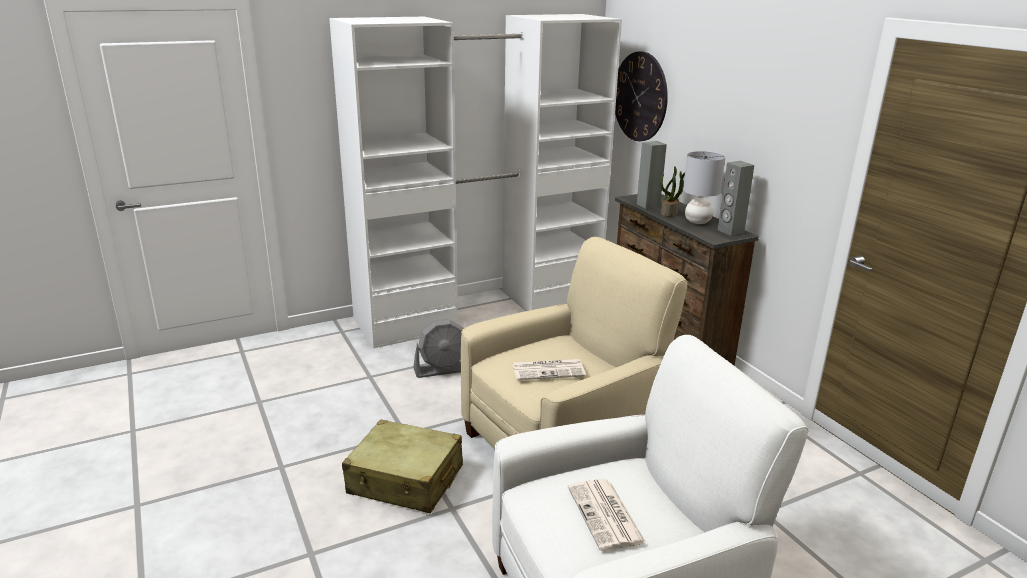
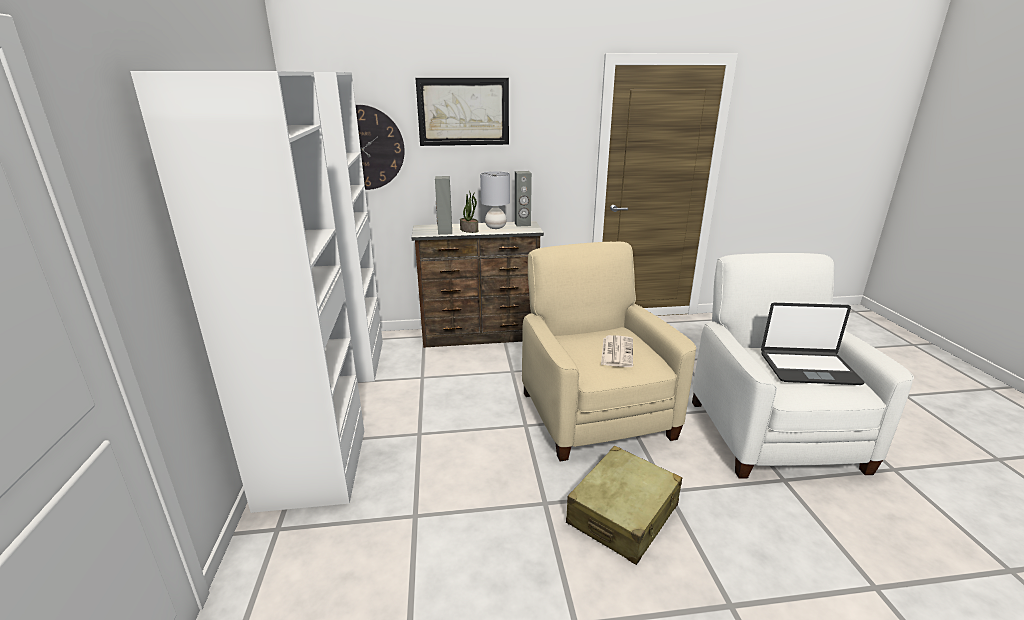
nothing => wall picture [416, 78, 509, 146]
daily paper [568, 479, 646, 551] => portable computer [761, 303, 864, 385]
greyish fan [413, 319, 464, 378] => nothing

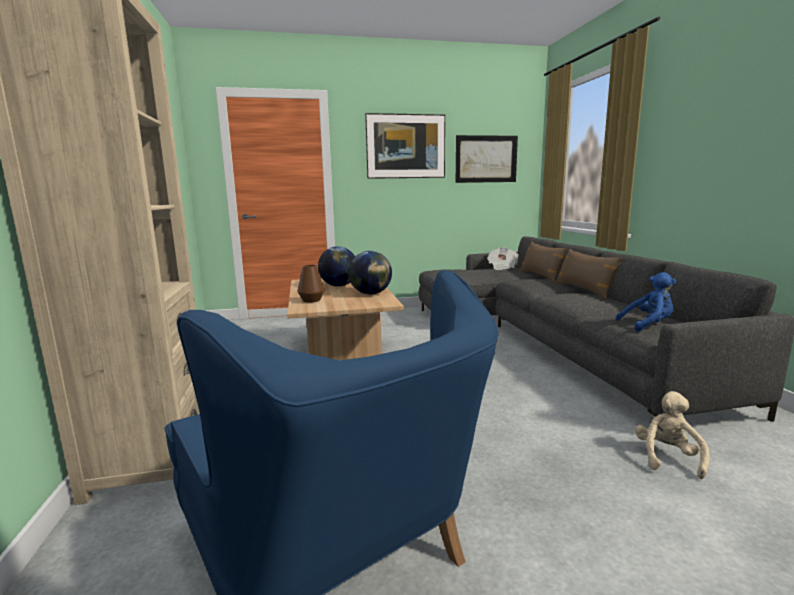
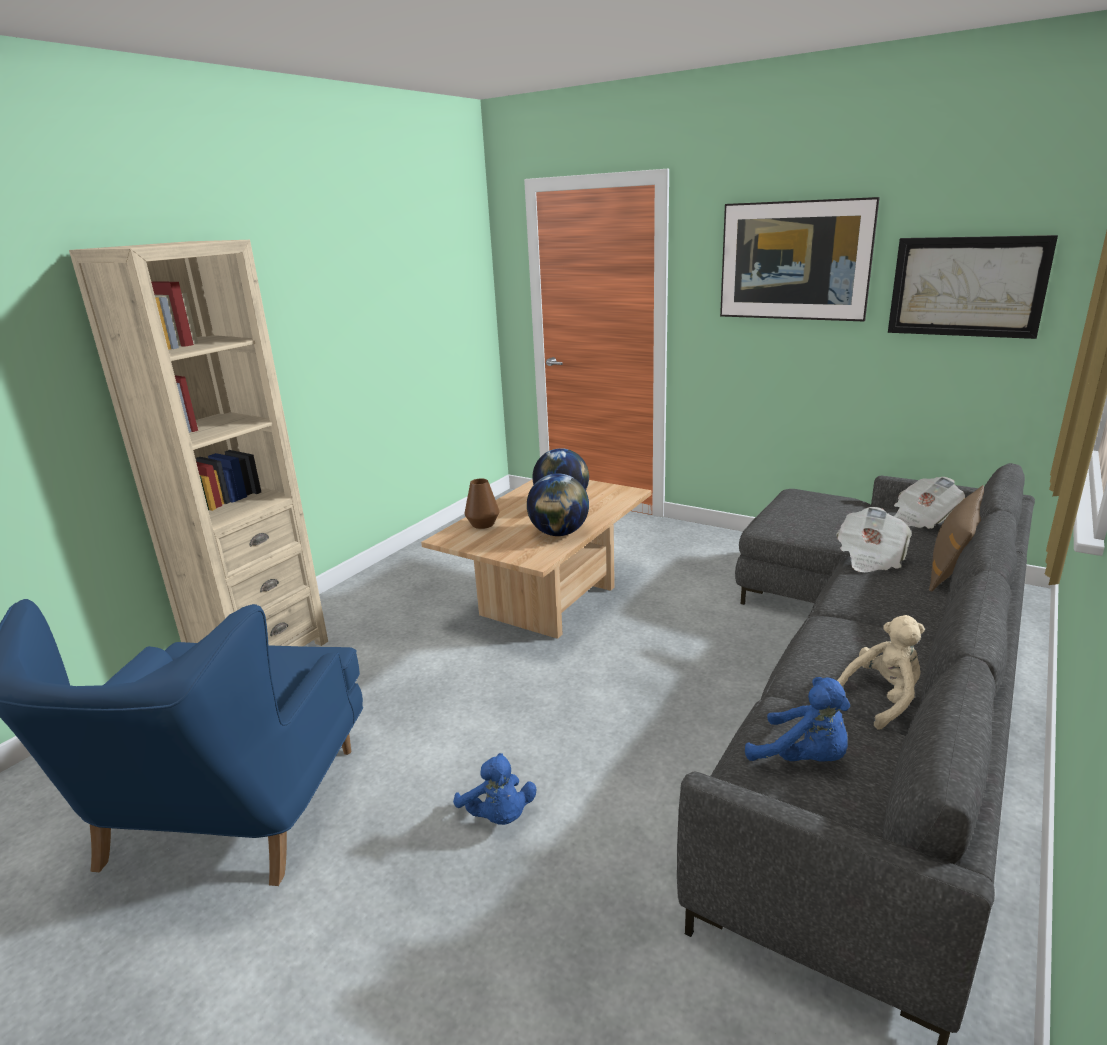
nothing => blue-coloured plush toy [453, 753, 537, 825]
nothing => daily paper [837, 507, 912, 572]
sand-coloured plush toy [635, 391, 710, 479] => sand-coloured plush toy [837, 615, 925, 729], shifted
brown pillow [555, 249, 623, 299] => nothing

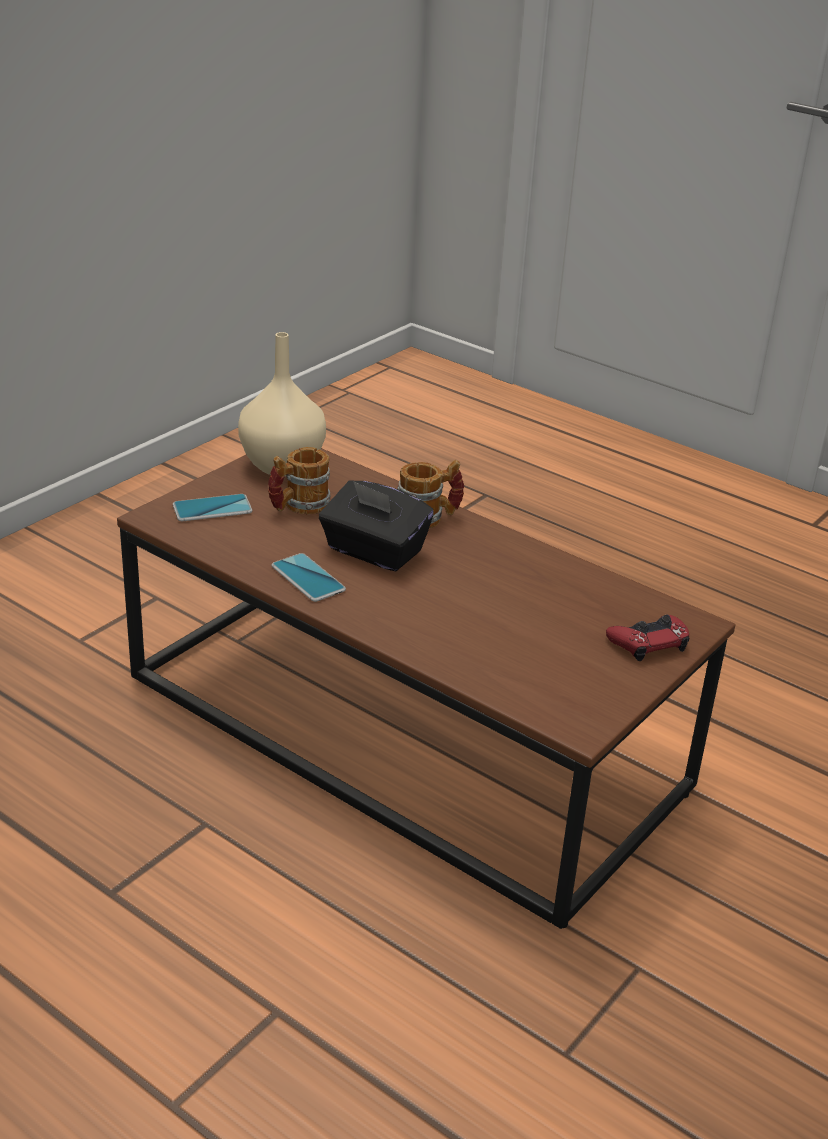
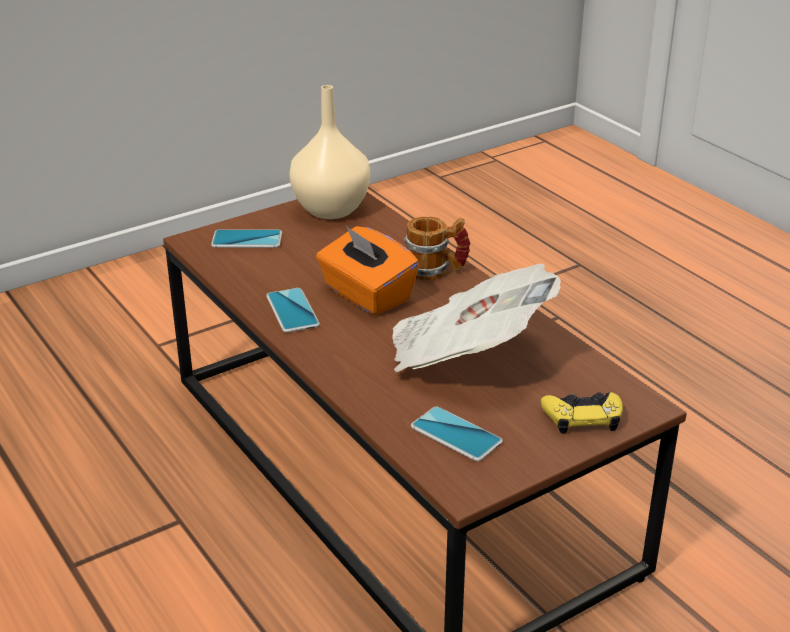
black-coloured tissue box [319, 481, 434, 571] => orange tissue box [316, 226, 419, 315]
nothing => daily paper [392, 264, 561, 372]
nothing => handset [411, 407, 503, 461]
red-coloured joypad [606, 615, 689, 661] => yellow joypad [541, 392, 623, 434]
tea mug [268, 447, 330, 515] => nothing

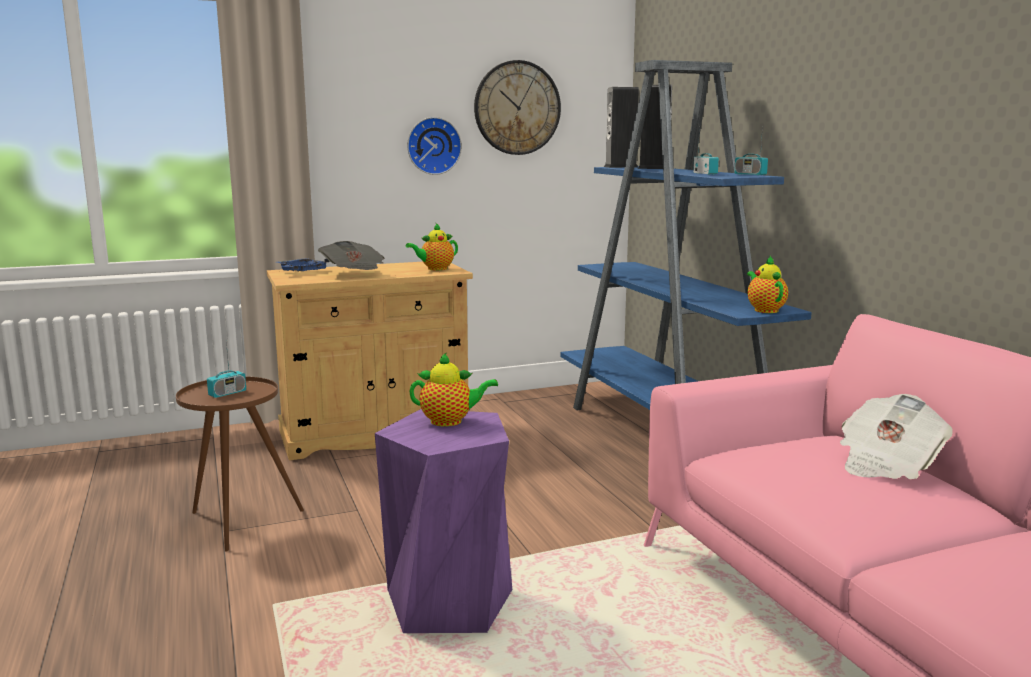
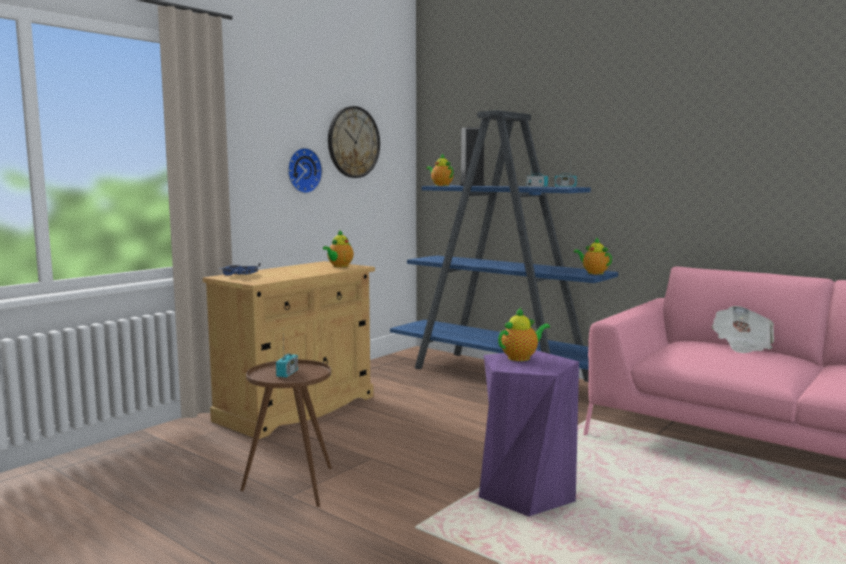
audio speaker [604, 87, 639, 168] => teapot [426, 154, 454, 186]
daily paper [318, 241, 385, 270] => nothing

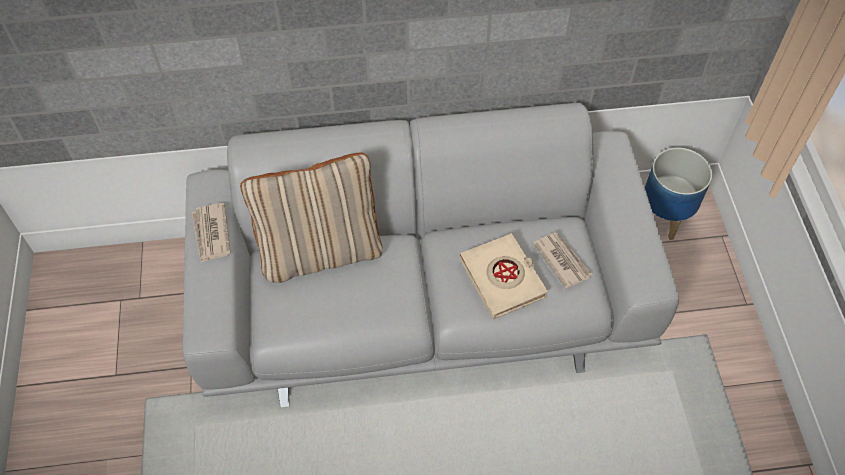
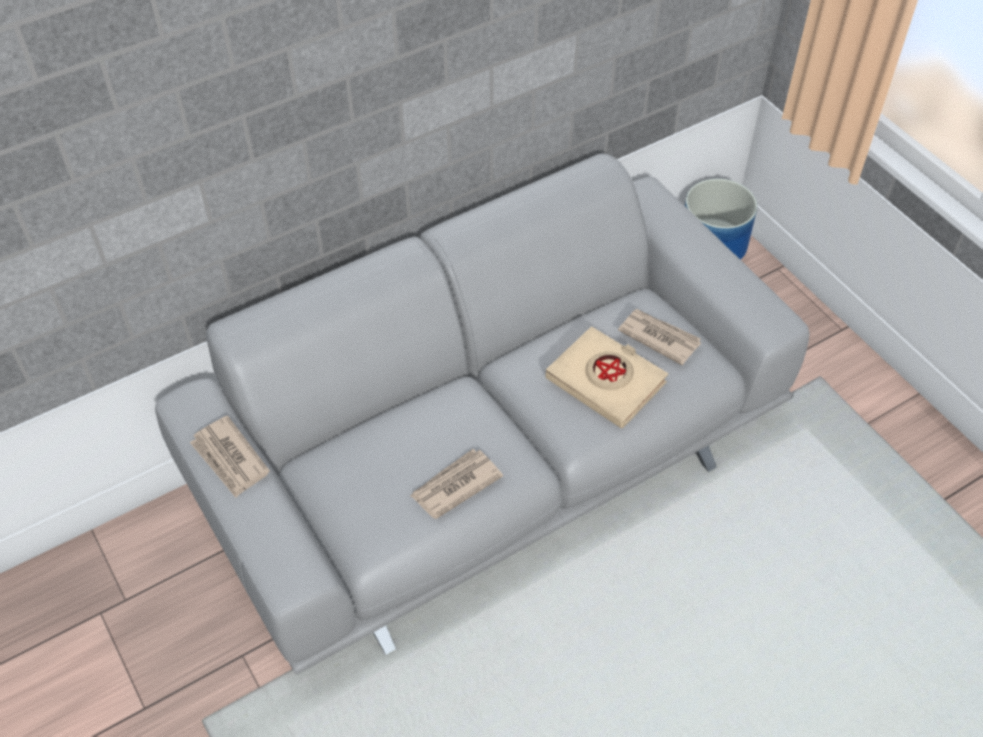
nothing => daily paper [410, 449, 503, 519]
sand-coloured pillow [240, 152, 382, 283] => nothing

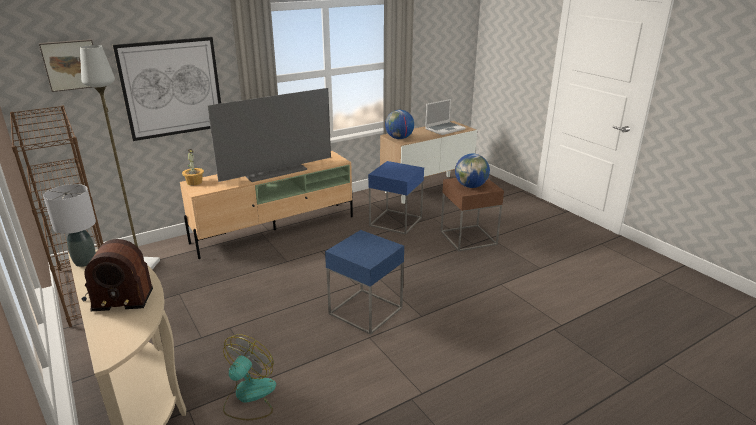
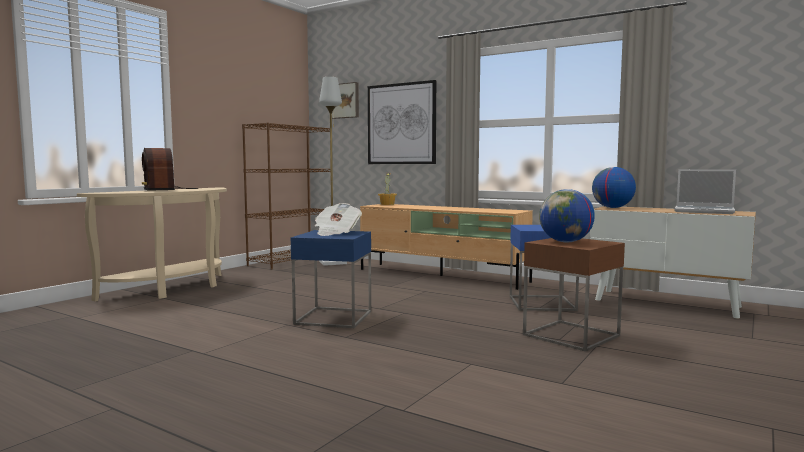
nothing => daily paper [315, 203, 362, 236]
greyish tabletop lamp [43, 184, 96, 267] => nothing
television [207, 88, 331, 182] => nothing
fan [223, 334, 276, 420] => nothing

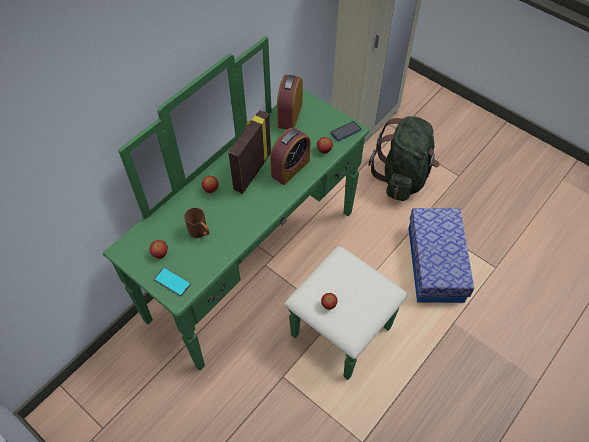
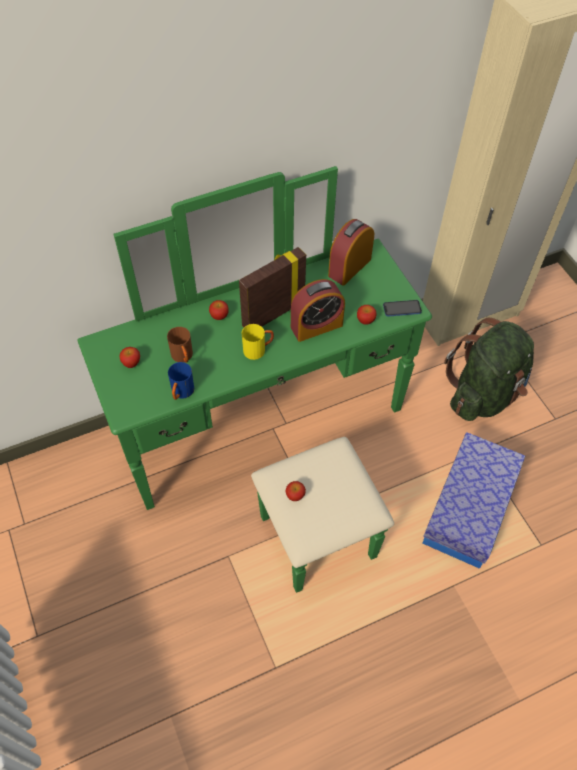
nothing => blue-coloured tea mug [168, 362, 194, 400]
nothing => yellow tea mug [242, 324, 274, 360]
handset [154, 267, 191, 296] => nothing

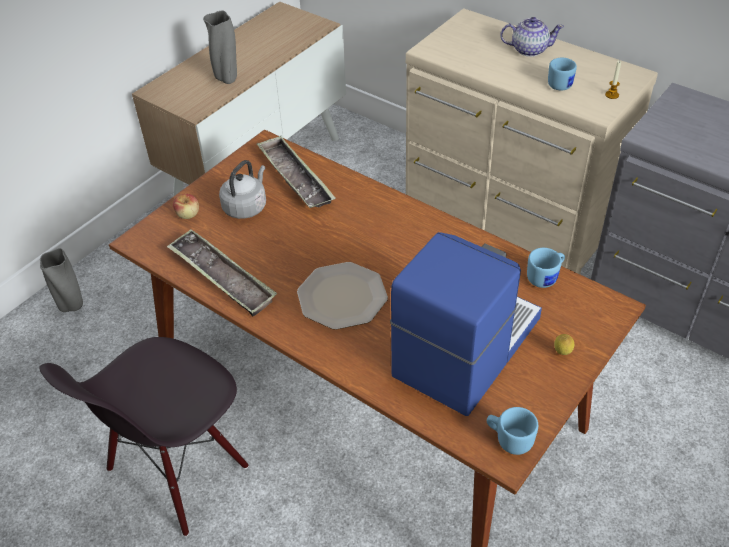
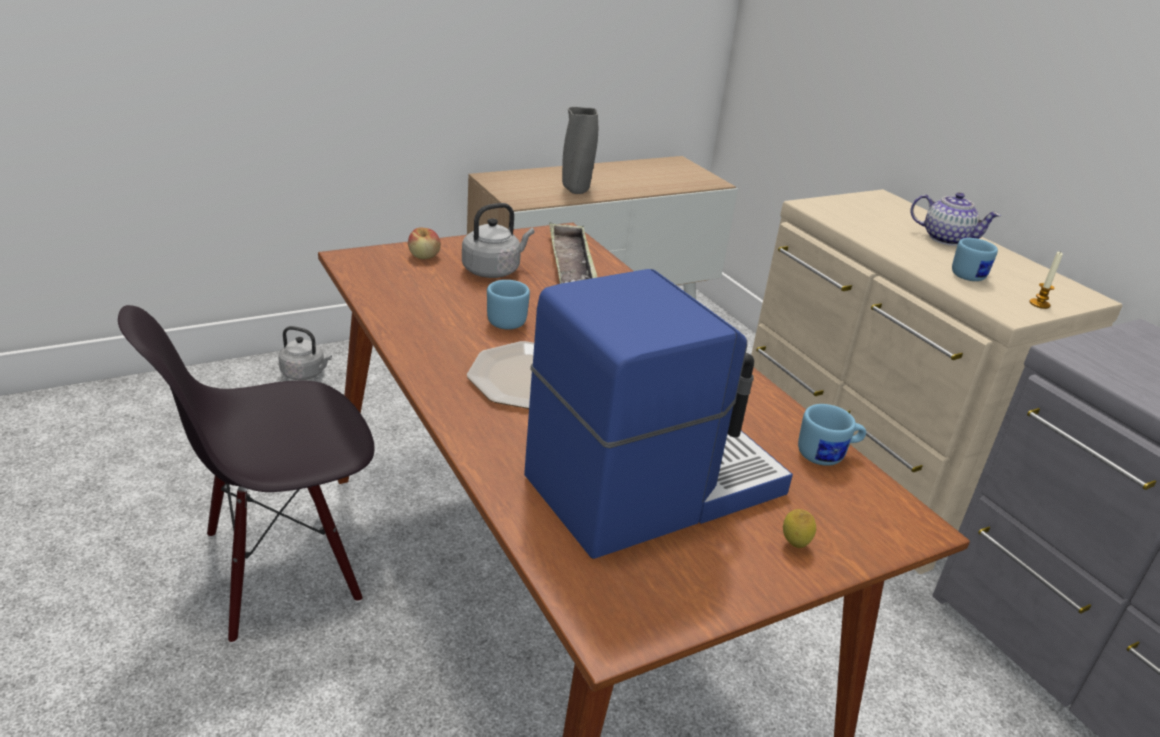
greyish flower vase [40, 248, 83, 312] => greyish kettle [279, 326, 332, 380]
blue-coloured tea mug [487, 407, 538, 455] => blue-coloured tea mug [487, 280, 530, 330], shifted
tray [167, 229, 277, 316] => nothing

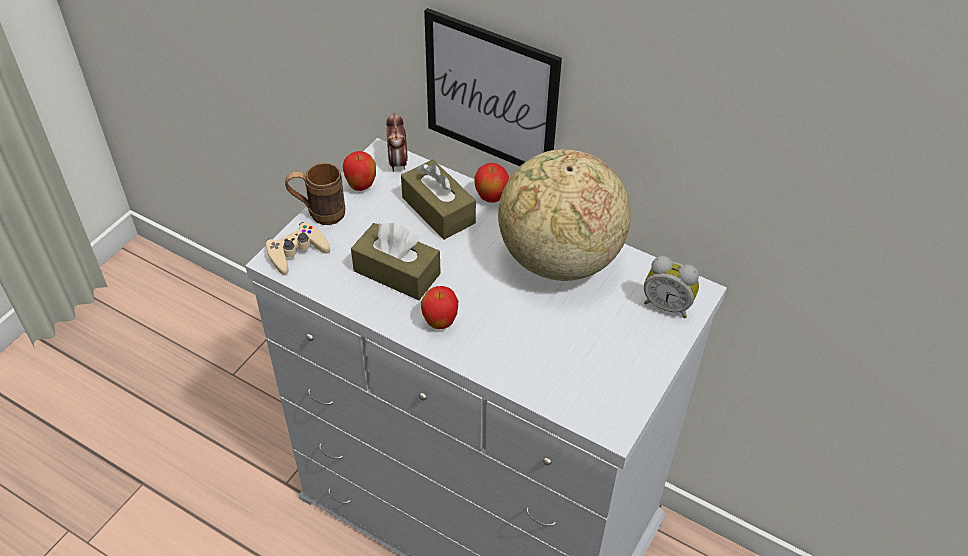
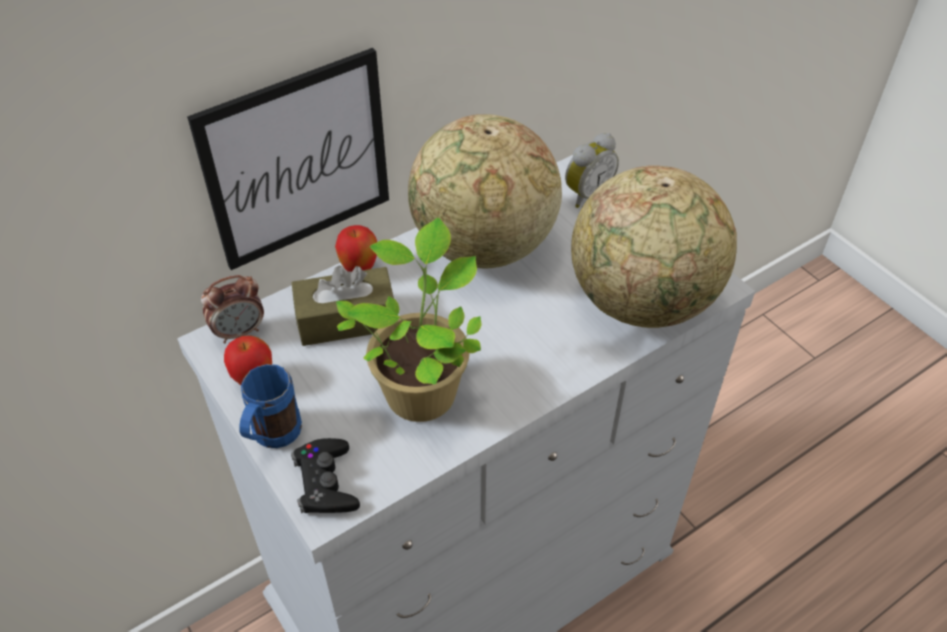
bedside clock [386, 112, 408, 172] => bedside clock [201, 275, 264, 343], 45 degrees counterclockwise
brown tea mug [285, 163, 345, 225] => blue-coloured tea mug [239, 364, 302, 448]
sand-coloured joypad [266, 222, 330, 275] => black-coloured joypad [291, 438, 360, 513]
brown tissue box [351, 223, 441, 300] => houseplant [336, 218, 482, 422]
nothing => world globe [571, 166, 737, 328]
apple [421, 286, 458, 329] => nothing

